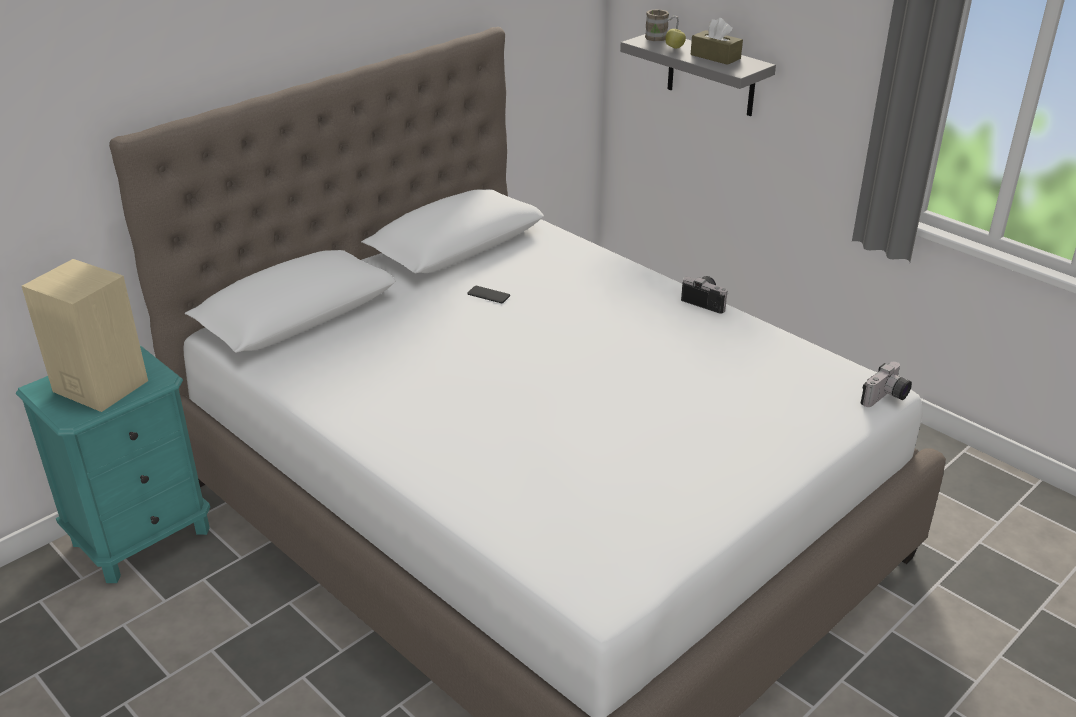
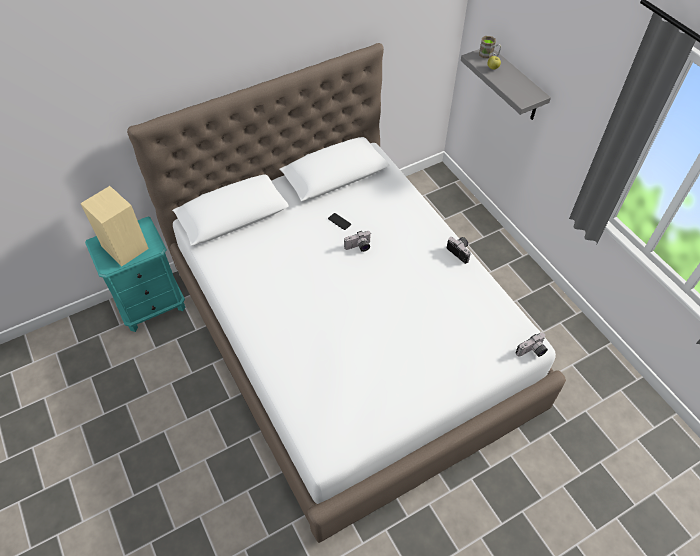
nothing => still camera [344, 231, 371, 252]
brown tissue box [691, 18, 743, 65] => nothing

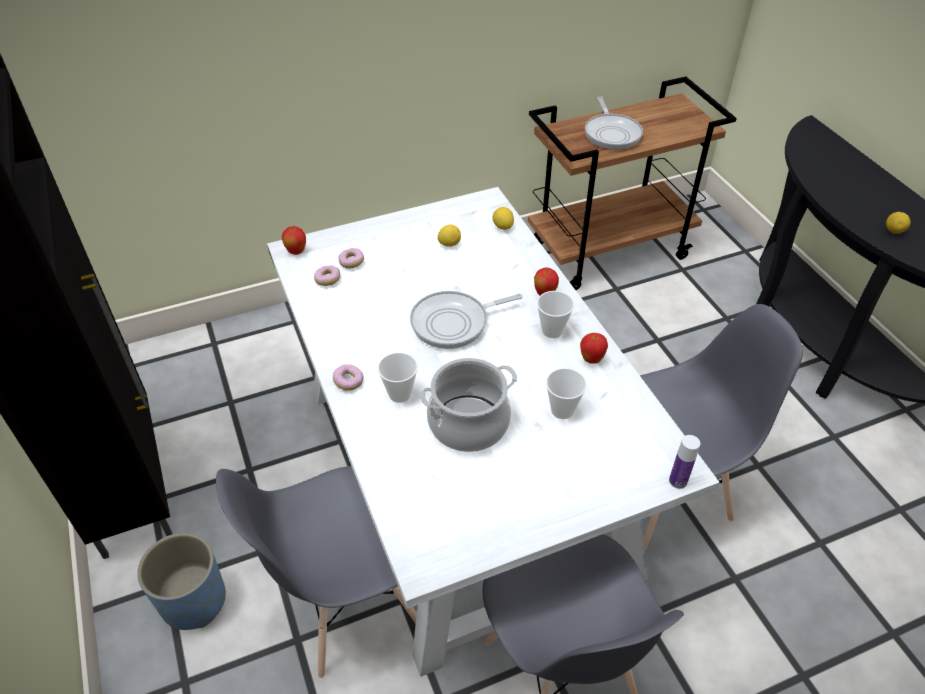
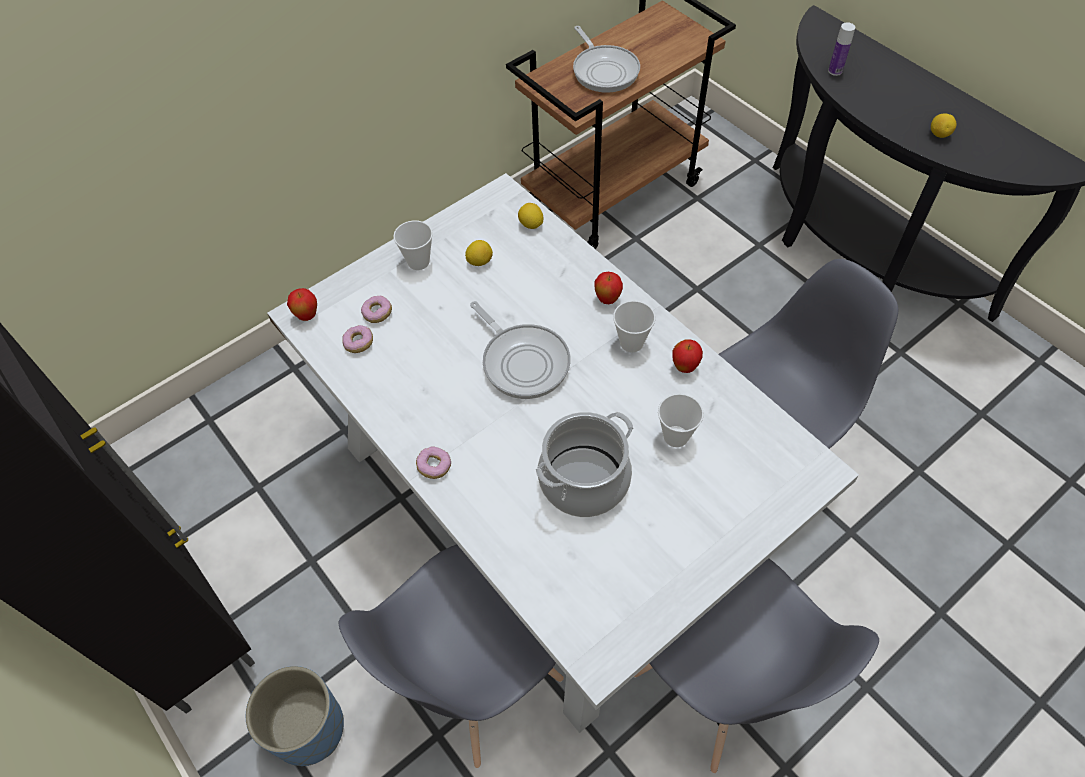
small cup [377, 352, 418, 403] => small cup [393, 220, 433, 270], shifted
frying pan [410, 291, 523, 349] => frying pan [470, 301, 570, 399], 90 degrees counterclockwise
bottle [669, 435, 700, 489] => bottle [828, 22, 855, 76], shifted

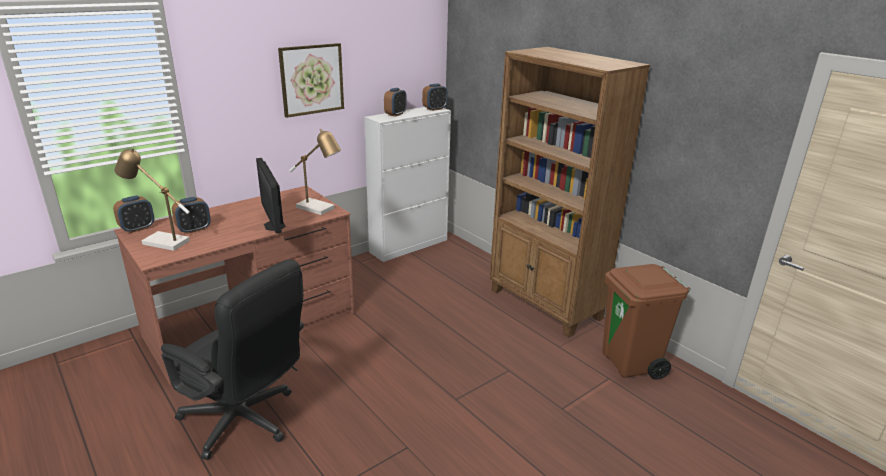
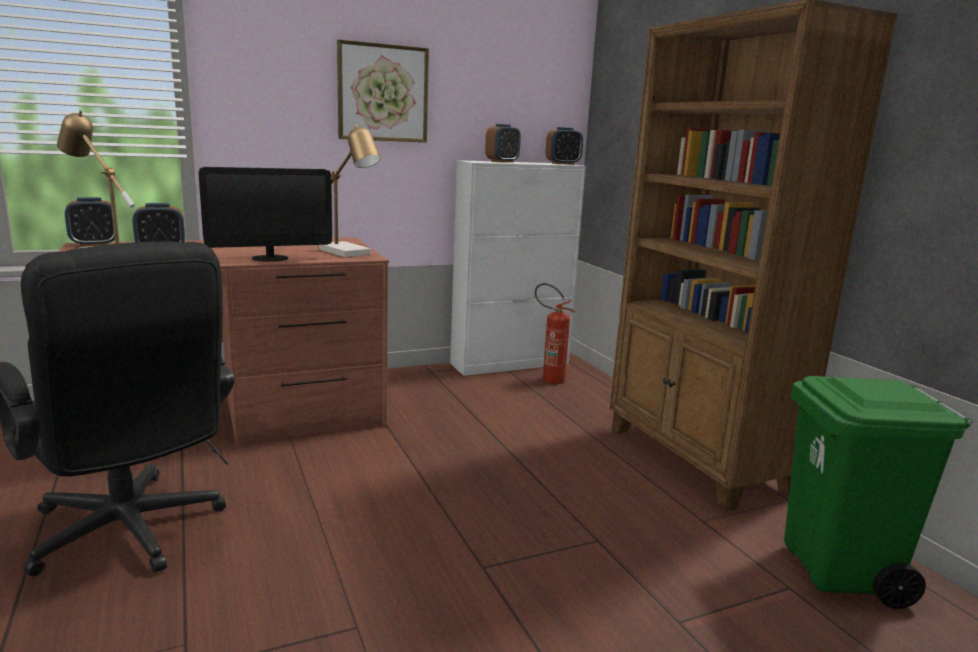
computer display [256, 158, 286, 234] => computer display [198, 167, 332, 262], 105 degrees counterclockwise
nothing => fire-fighting cylinder [535, 283, 575, 384]
brown waste bin [602, 264, 691, 380] => greenish waste bin [784, 376, 973, 609]

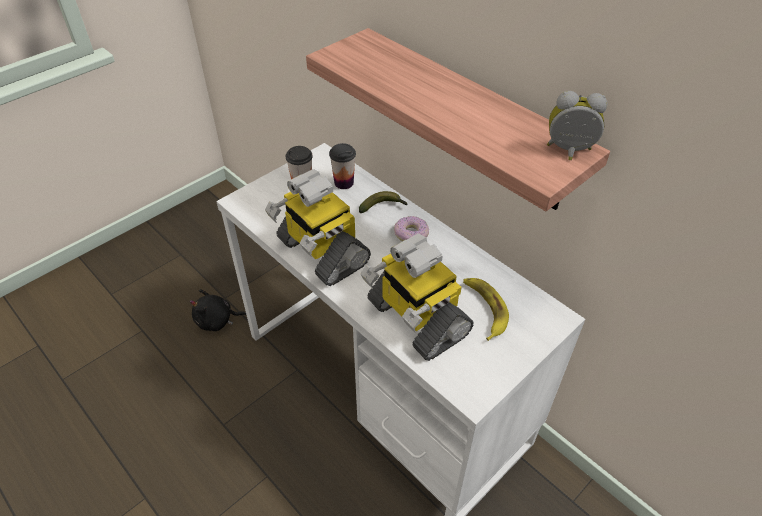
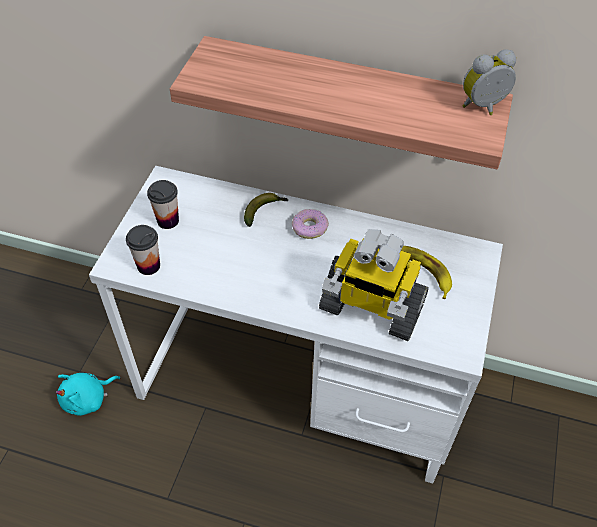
black-coloured plush toy [190, 290, 246, 331] => turquoise-coloured plush toy [55, 373, 120, 416]
small cup [329, 143, 356, 189] => small cup [126, 225, 160, 275], shifted
toy robot [265, 169, 371, 286] => nothing

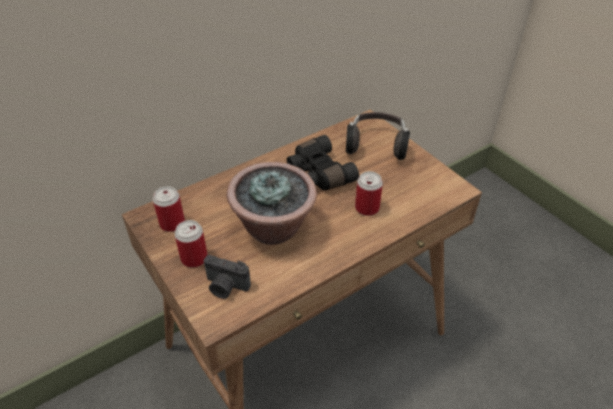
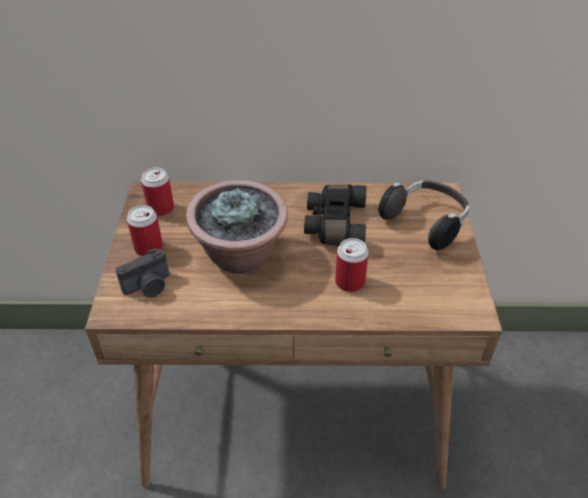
still camera [204, 255, 251, 299] => still camera [115, 248, 169, 297], 90 degrees counterclockwise

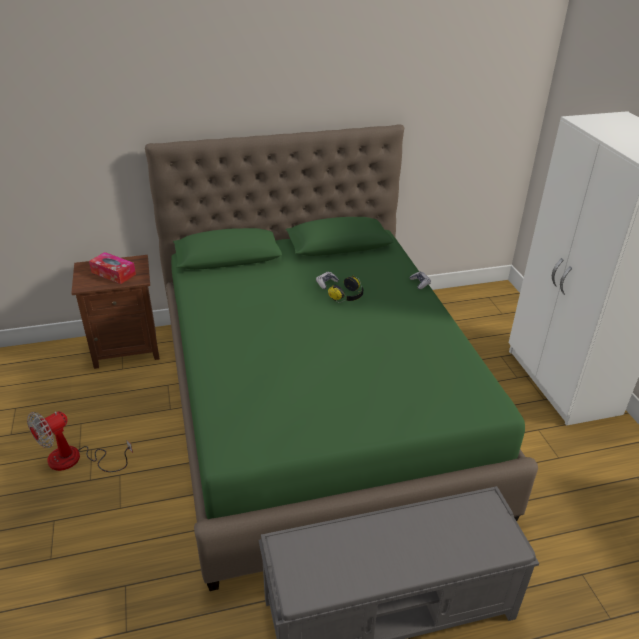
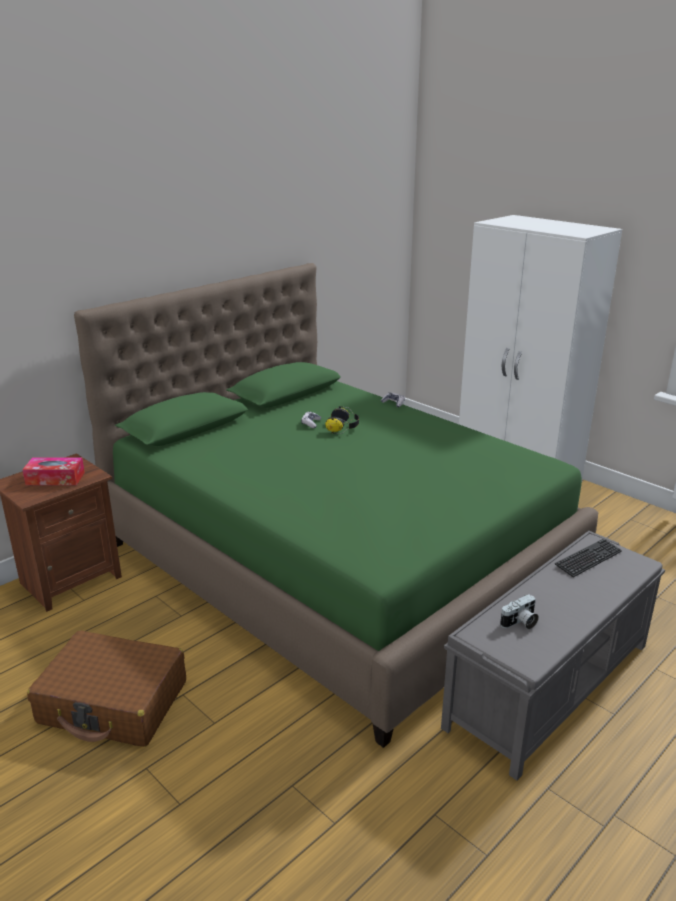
fan [27, 411, 133, 472] => brown piece of luggage [27, 630, 186, 747]
nothing => still camera [500, 594, 539, 629]
nothing => PC keyboard [555, 539, 622, 577]

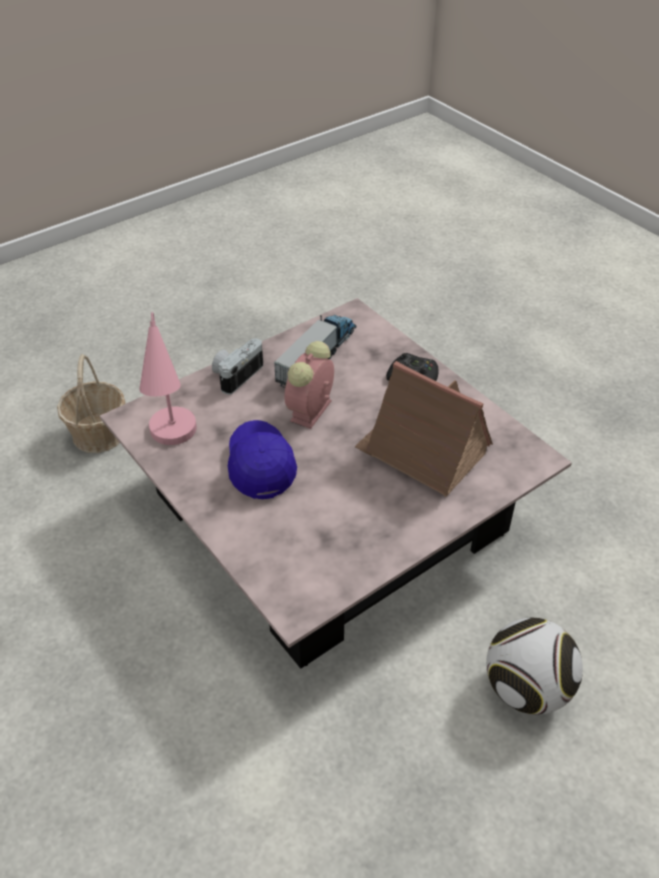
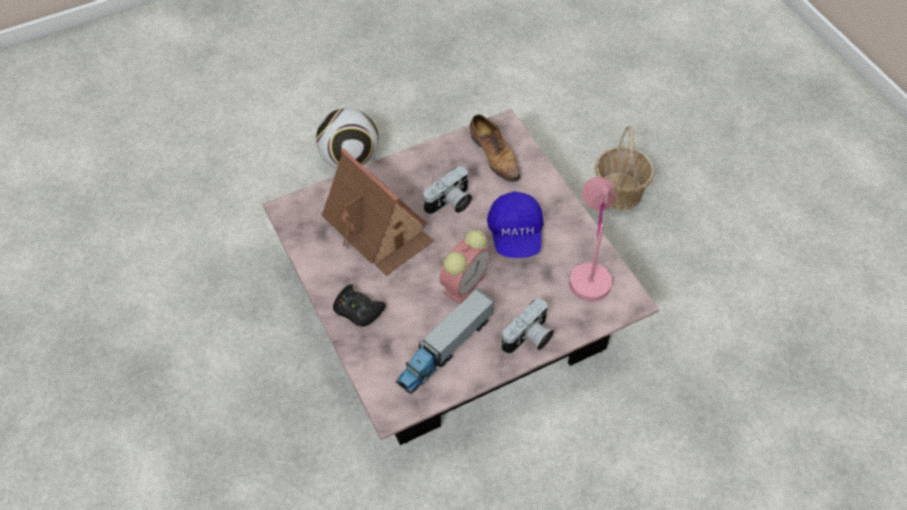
nothing => still camera [423, 166, 472, 215]
nothing => item of footwear [470, 114, 520, 182]
basket [57, 354, 125, 453] => basket [595, 126, 654, 211], shifted

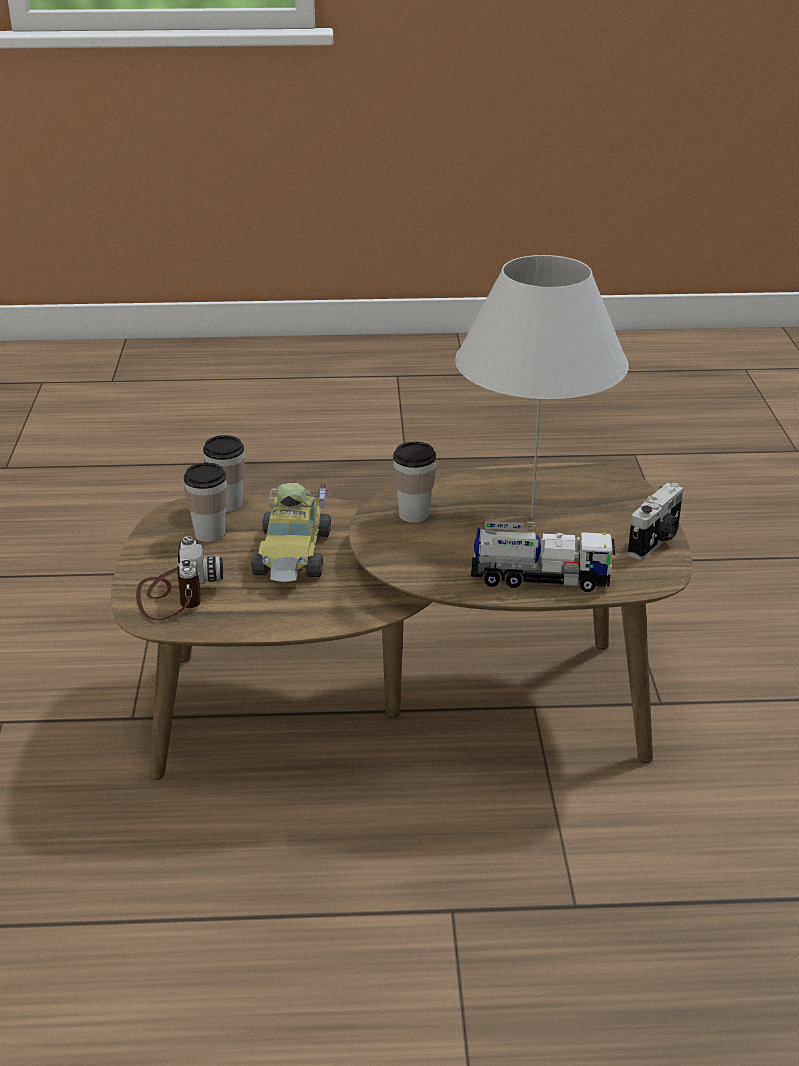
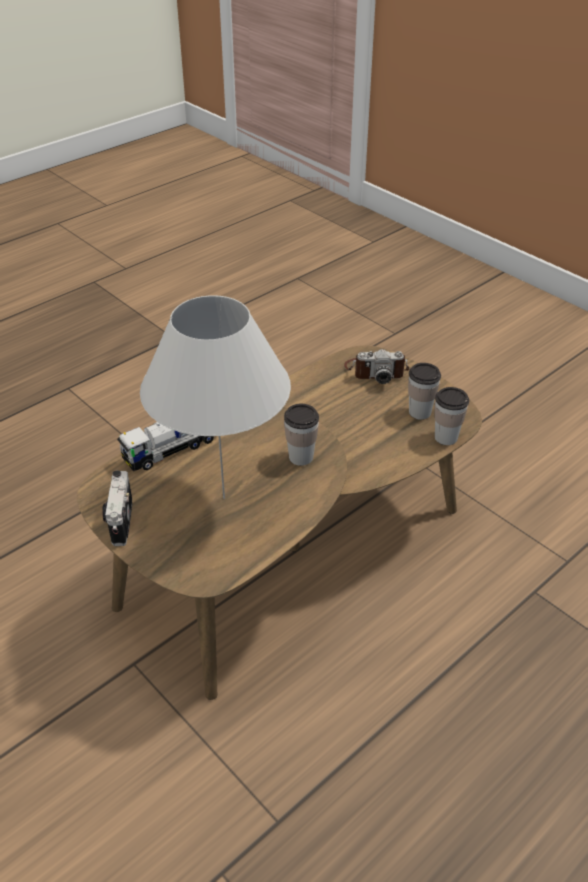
still camera [136, 536, 223, 620] => still camera [344, 349, 409, 384], 45 degrees counterclockwise
model car [251, 483, 331, 582] => nothing

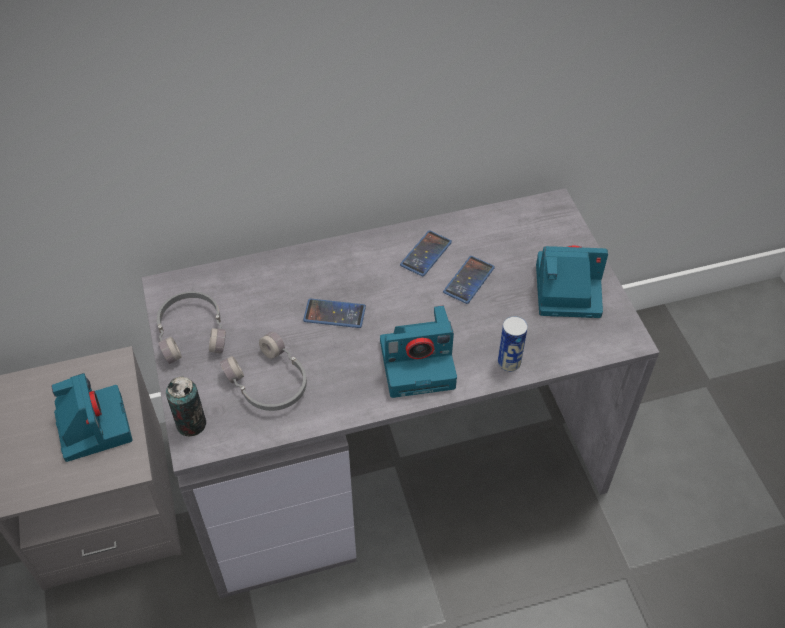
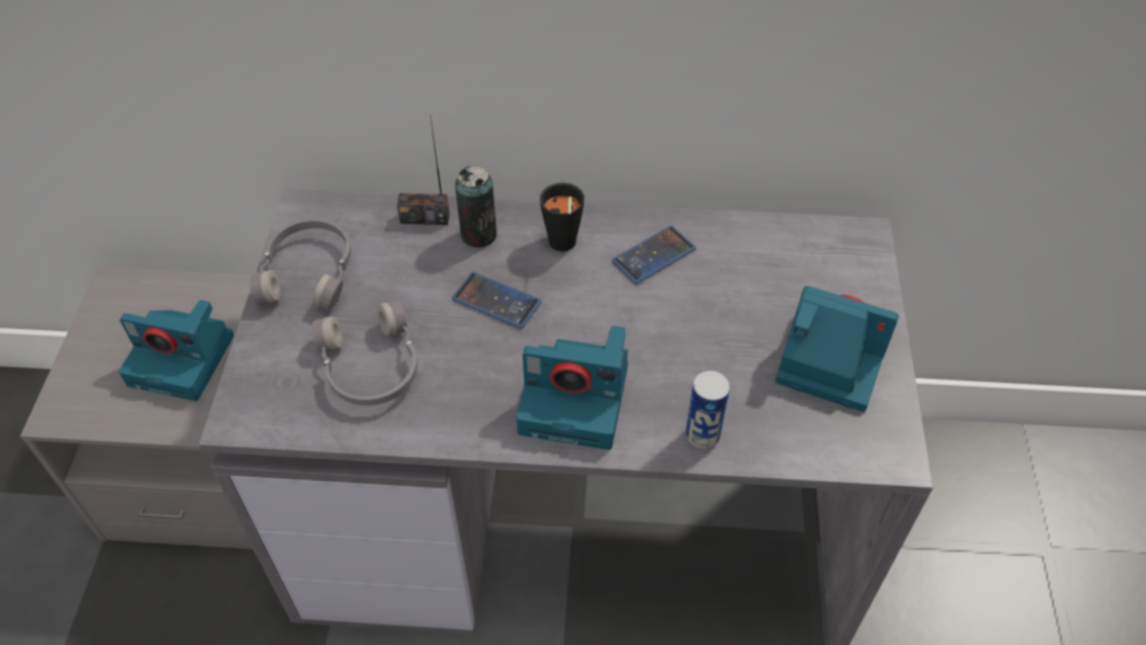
still camera [51, 373, 133, 462] => still camera [119, 300, 234, 401], 105 degrees clockwise
nothing => radio set [397, 115, 450, 225]
can [166, 376, 206, 436] => can [455, 165, 497, 248], shifted
nothing => black-coloured small cup [540, 183, 584, 251]
handset [443, 256, 495, 304] => nothing

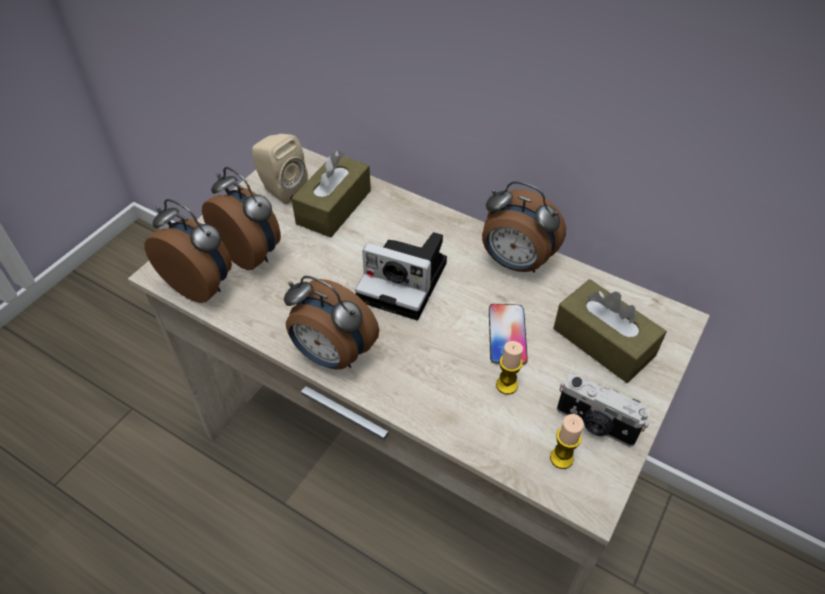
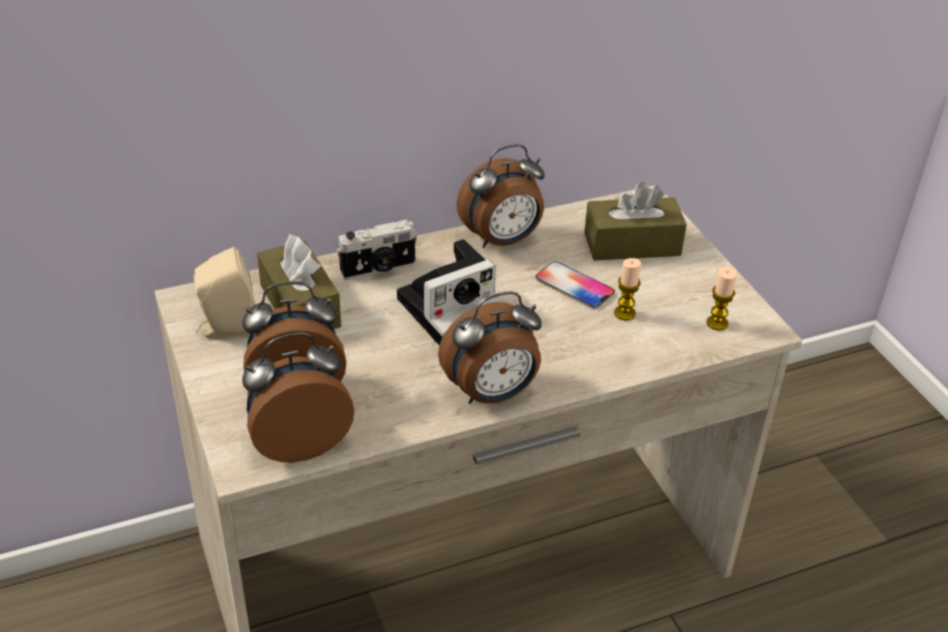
still camera [557, 373, 649, 447] => still camera [337, 220, 418, 280], shifted

